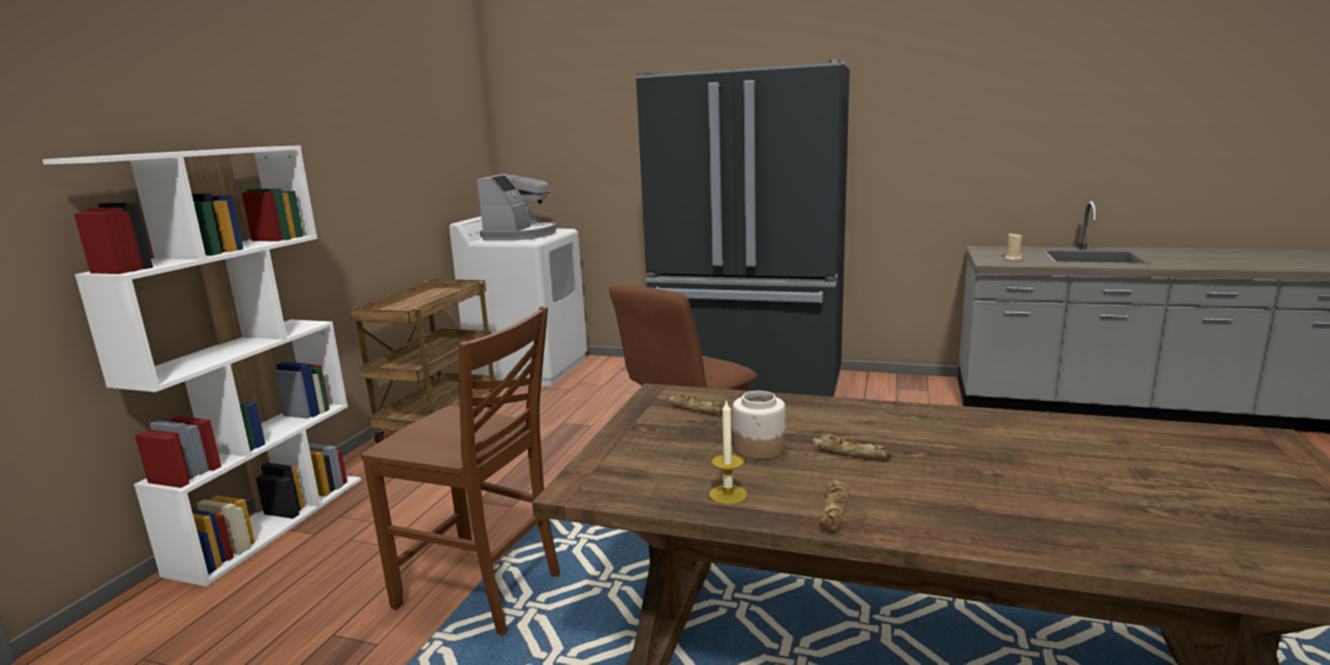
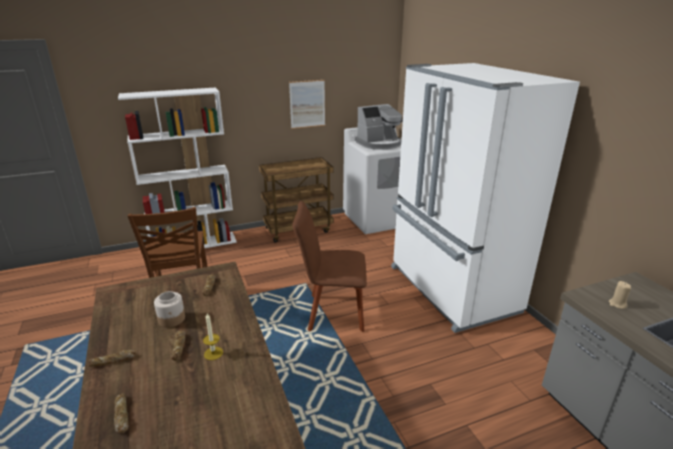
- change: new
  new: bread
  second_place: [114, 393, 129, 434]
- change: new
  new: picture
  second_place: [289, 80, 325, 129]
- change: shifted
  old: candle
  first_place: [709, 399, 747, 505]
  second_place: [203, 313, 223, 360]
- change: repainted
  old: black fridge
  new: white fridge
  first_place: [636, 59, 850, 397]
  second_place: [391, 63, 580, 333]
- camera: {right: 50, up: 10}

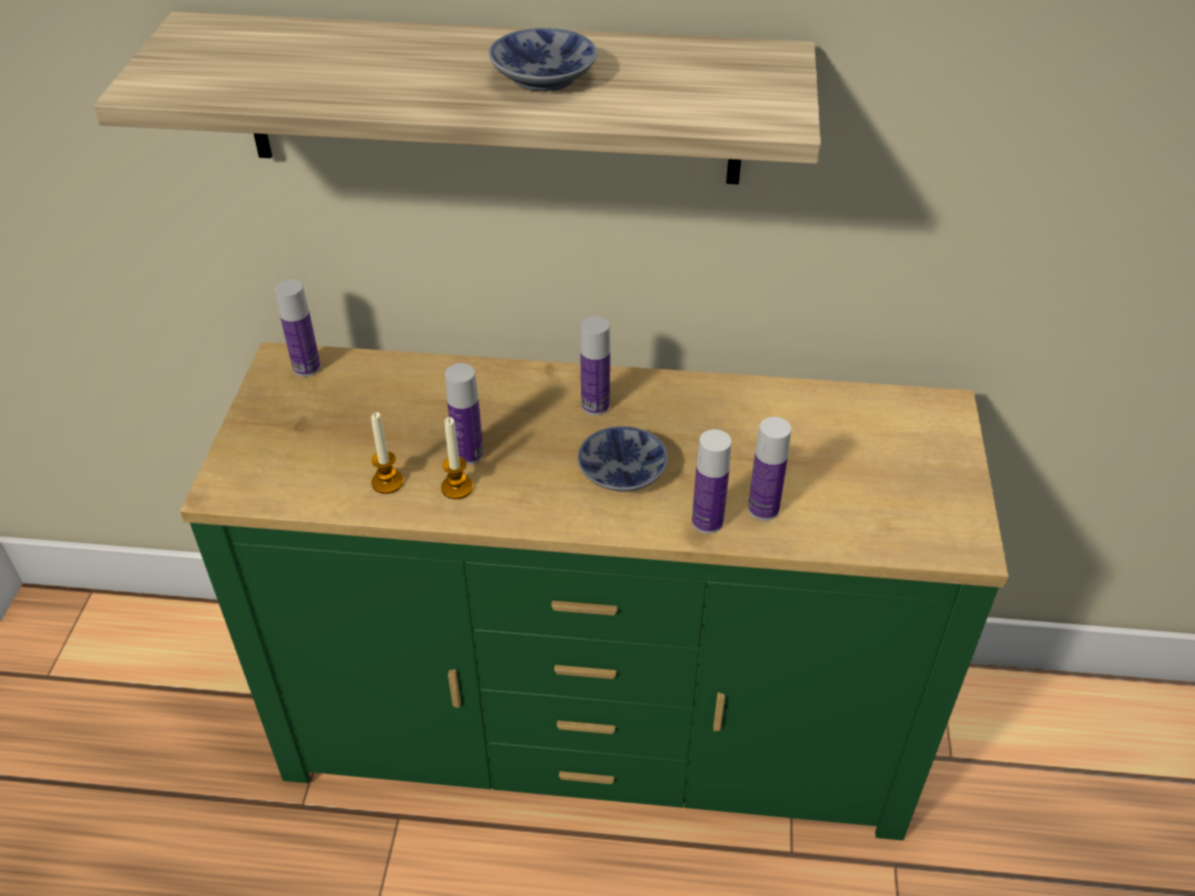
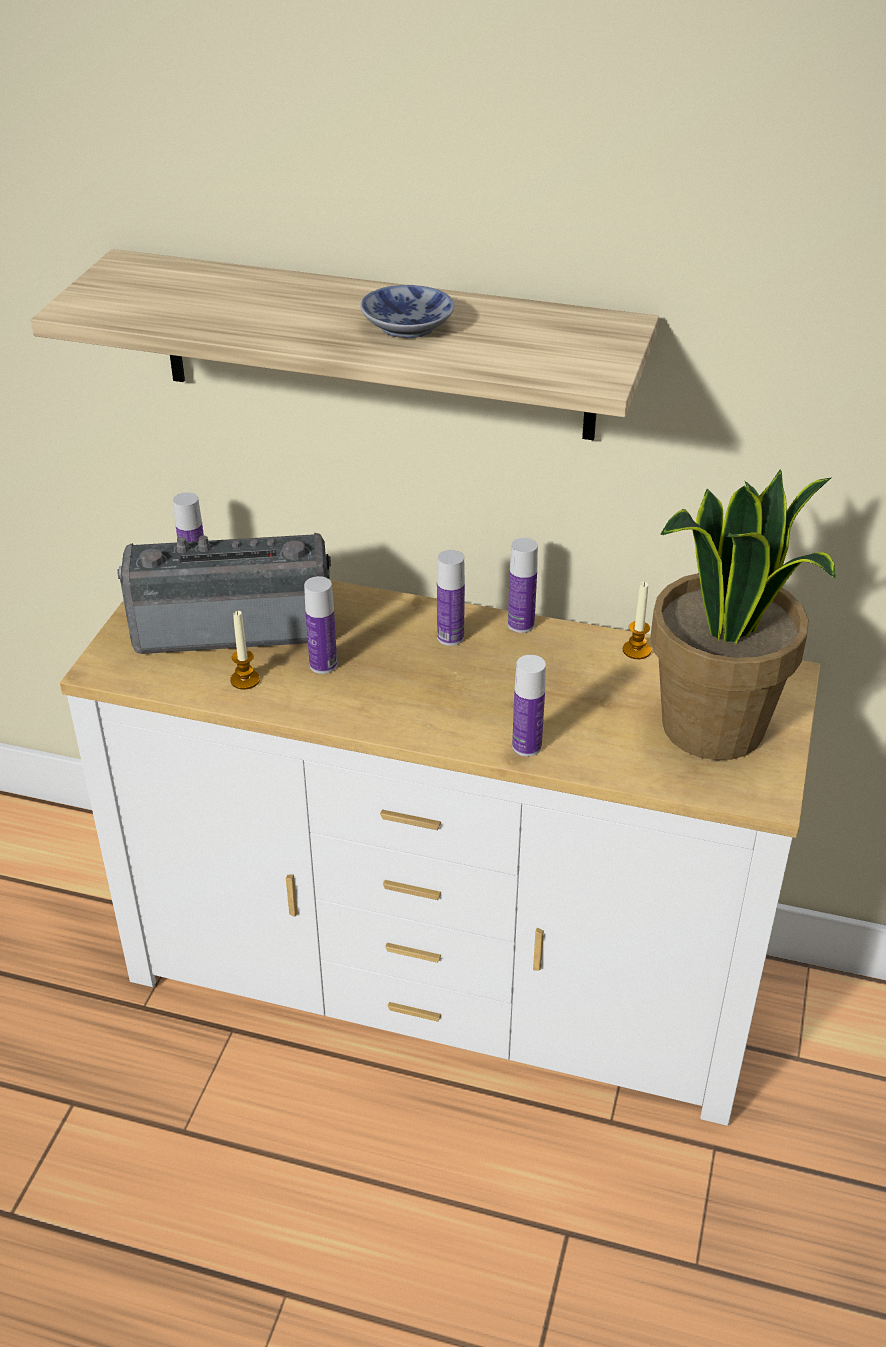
- change: gone
  old: bowl
  first_place: [578, 426, 668, 492]
- change: new
  new: radio
  second_place: [118, 533, 331, 654]
- change: new
  new: potted plant
  second_place: [650, 469, 836, 760]
- change: shifted
  old: candle
  first_place: [441, 417, 473, 499]
  second_place: [623, 581, 651, 659]
- change: shifted
  old: bottle
  first_place: [748, 417, 791, 521]
  second_place: [508, 538, 538, 633]
- change: repainted
  old: green dresser
  new: white dresser
  first_place: [180, 342, 1009, 840]
  second_place: [60, 580, 820, 1126]
- camera: {right: 10, up: -5}

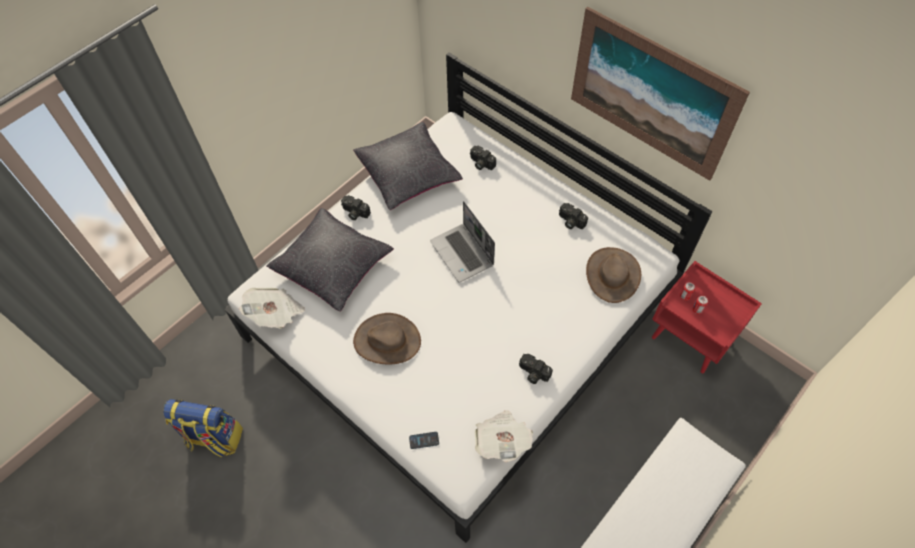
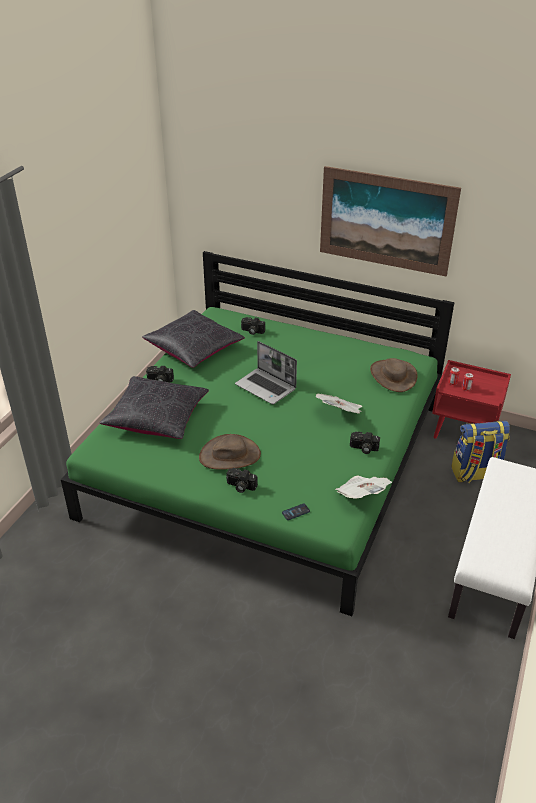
- change: shifted
  old: backpack
  first_place: [163, 399, 243, 457]
  second_place: [452, 421, 510, 483]
- change: shifted
  old: newspaper
  first_place: [239, 288, 305, 328]
  second_place: [316, 394, 362, 414]
- change: shifted
  old: photo camera
  first_place: [559, 203, 588, 229]
  second_place: [226, 468, 258, 493]
- change: repainted
  old: white bed
  new: green bed
  first_place: [225, 52, 713, 543]
  second_place: [61, 251, 455, 616]
- camera: {right: -20, up: -20}

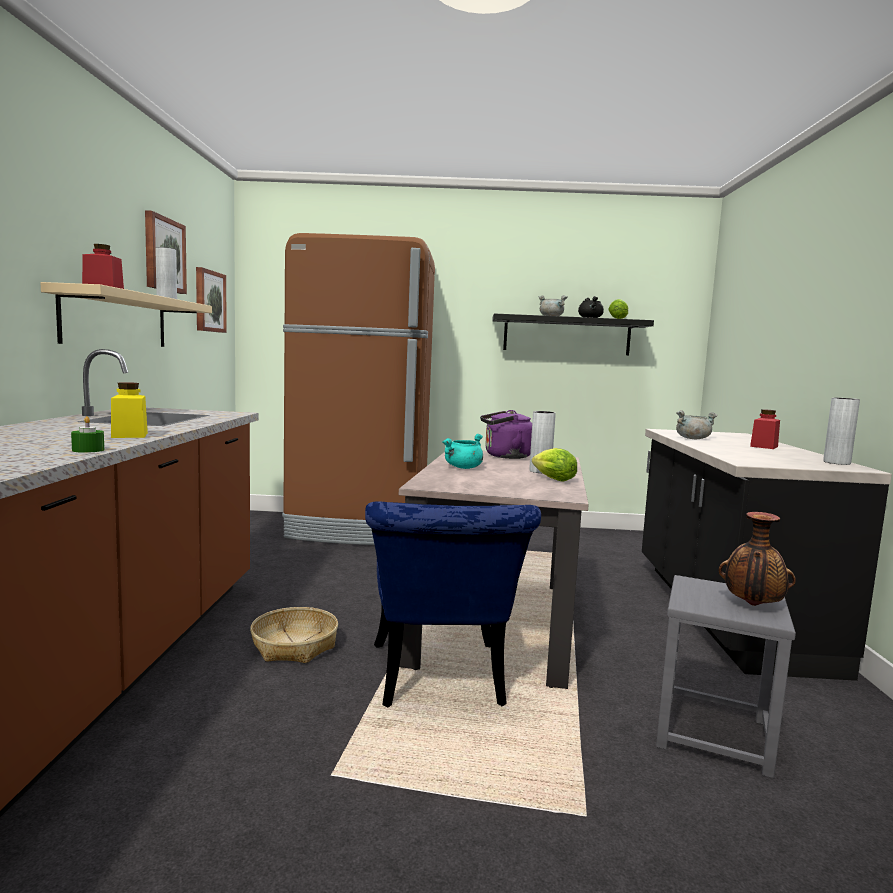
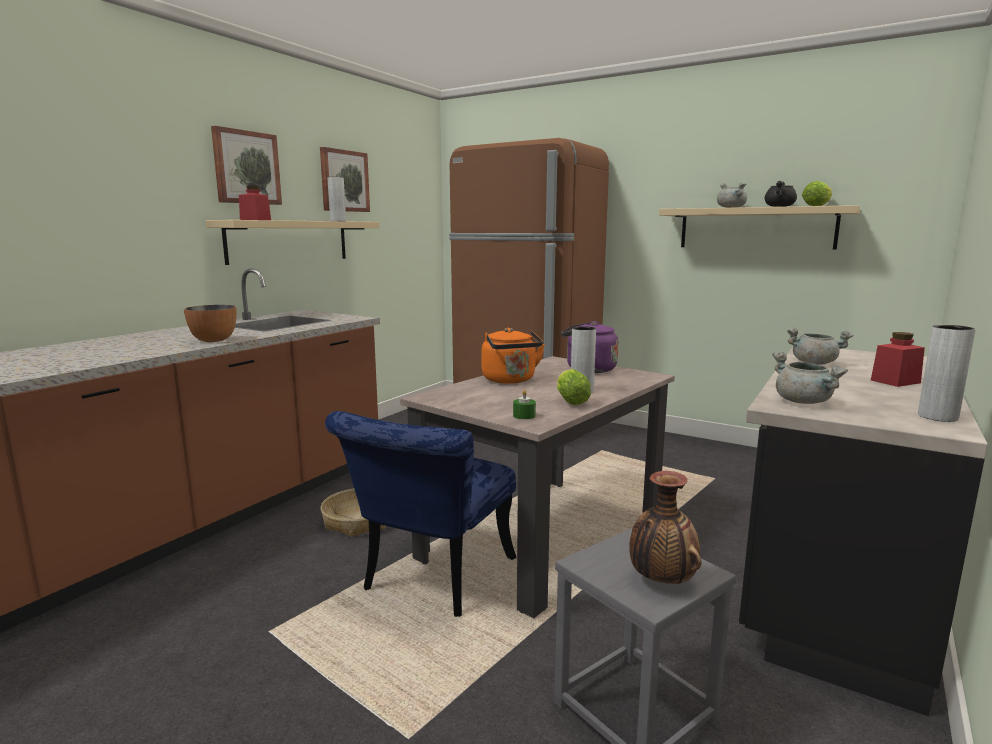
- change: new
  new: grey cooking pot
  second_place: [772, 352, 848, 404]
- change: shifted
  old: green candle
  first_place: [71, 416, 104, 453]
  second_place: [513, 390, 536, 419]
- change: shifted
  old: picture
  first_place: [196, 267, 227, 333]
  second_place: [211, 126, 282, 205]
- change: swapped
  old: yellow jar
  new: bowl
  first_place: [111, 382, 148, 438]
  second_place: [184, 305, 237, 342]
- change: swapped
  old: turquoise cooking pot
  new: orange kettle
  first_place: [442, 434, 483, 469]
  second_place: [482, 328, 545, 384]
- change: repainted
  old: black shelf
  new: beige shelf
  first_place: [492, 313, 654, 355]
  second_place: [659, 205, 860, 250]
- camera: {right: 30, up: 5}

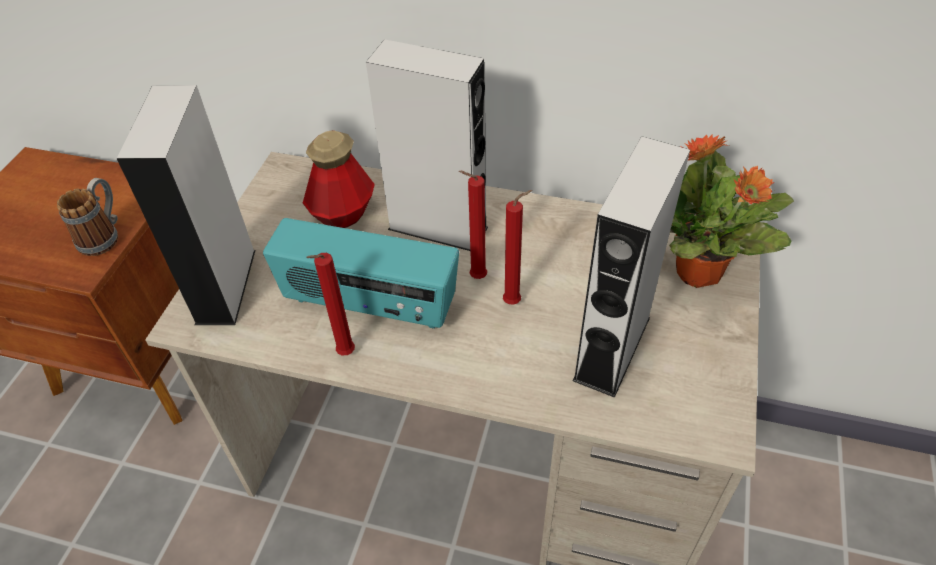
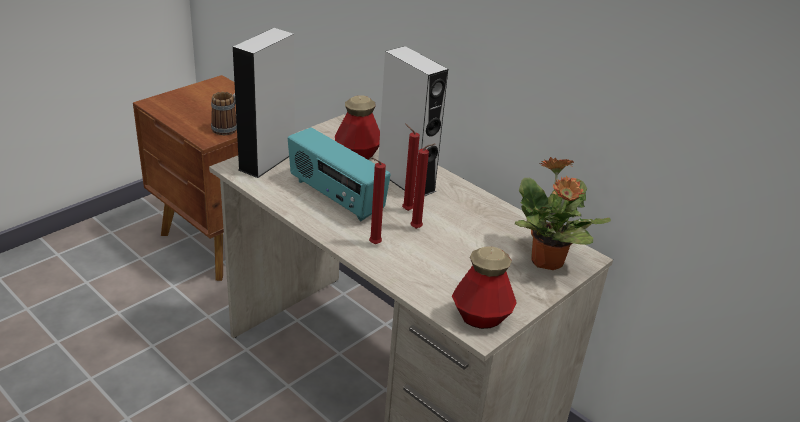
- change: gone
  old: grey speaker
  first_place: [573, 136, 690, 398]
- change: new
  new: bottle
  second_place: [452, 246, 517, 329]
- change: shifted
  old: red candle
  first_place: [306, 253, 355, 355]
  second_place: [369, 157, 386, 244]
- camera: {right: 25, up: -15}

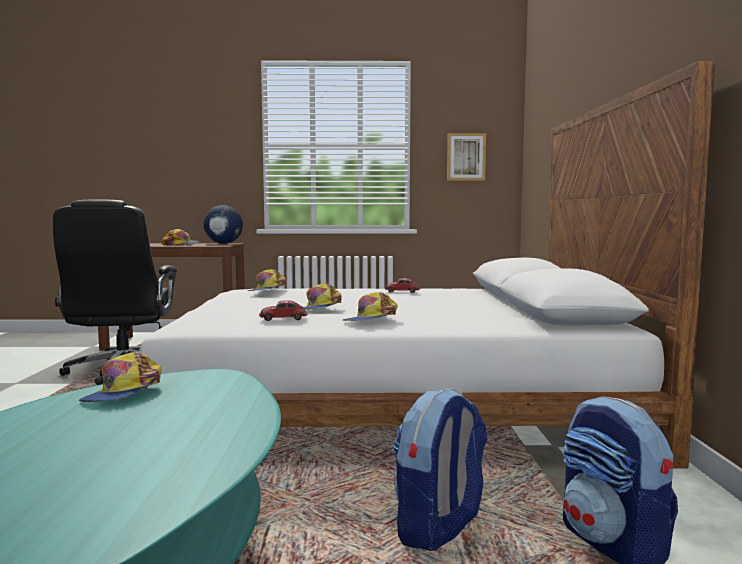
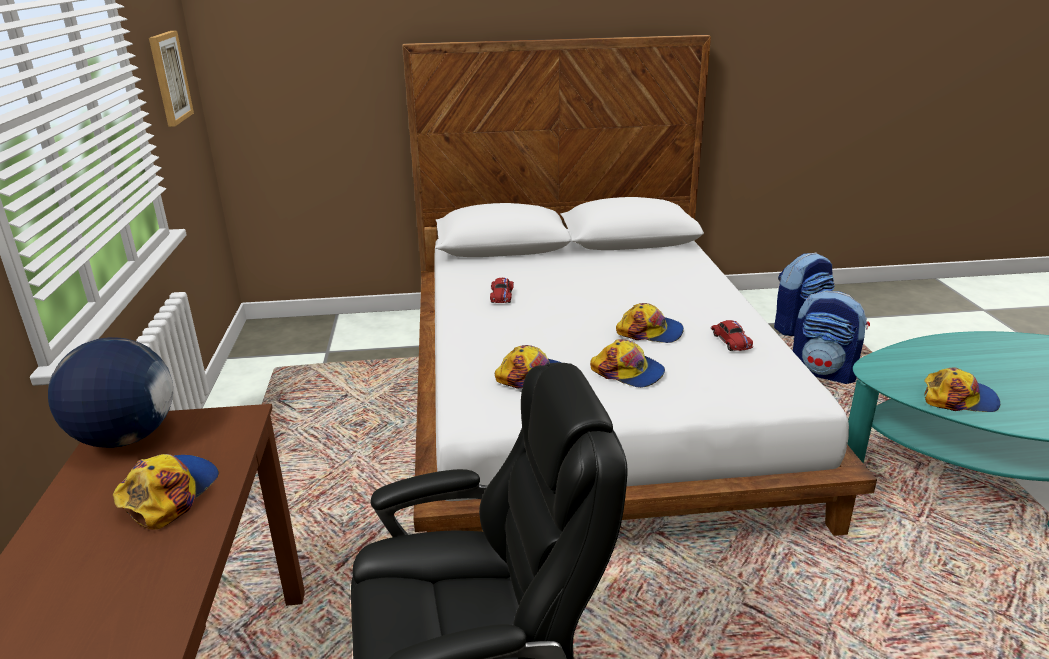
- change: shifted
  old: cap
  first_place: [343, 292, 398, 321]
  second_place: [590, 339, 665, 388]
- camera: {right: -95, up: 20}

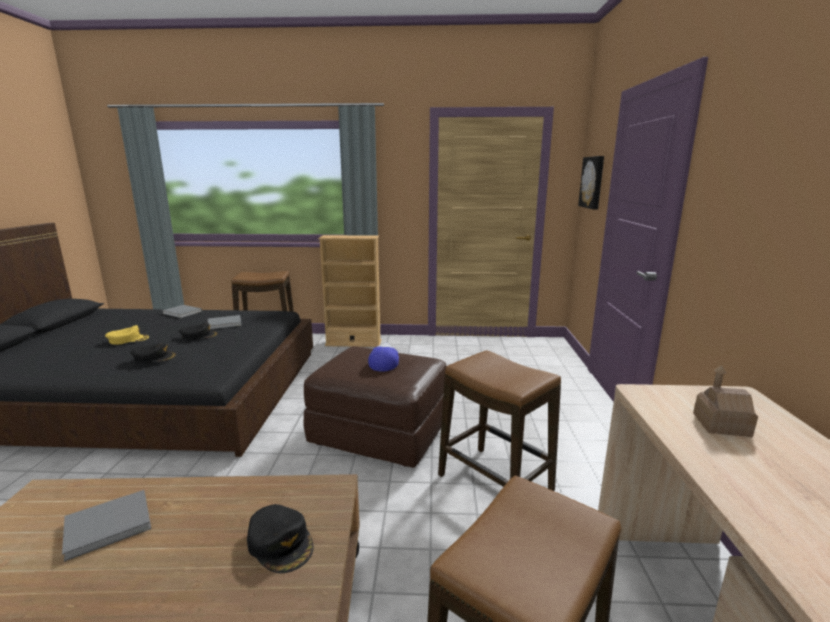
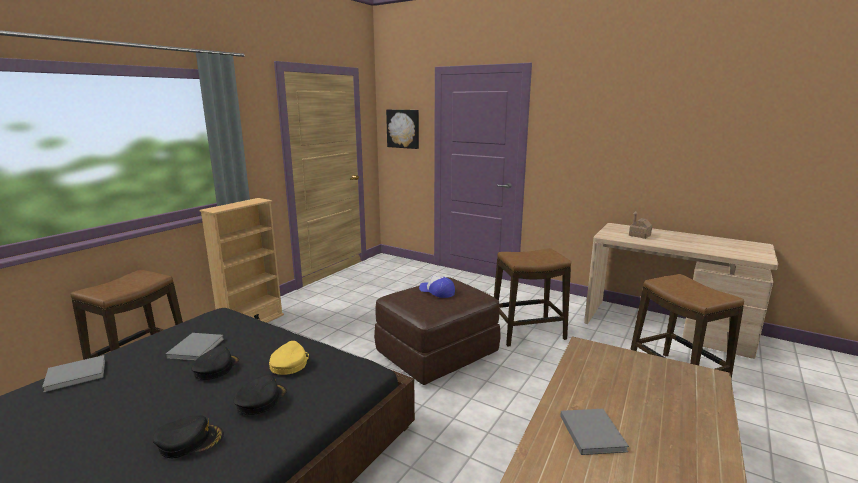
- change: shifted
  old: yellow cap
  first_place: [105, 325, 149, 345]
  second_place: [269, 341, 309, 375]
- change: shifted
  old: black cap
  first_place: [247, 504, 314, 573]
  second_place: [152, 415, 224, 458]
- camera: {right: -60, up: 0}

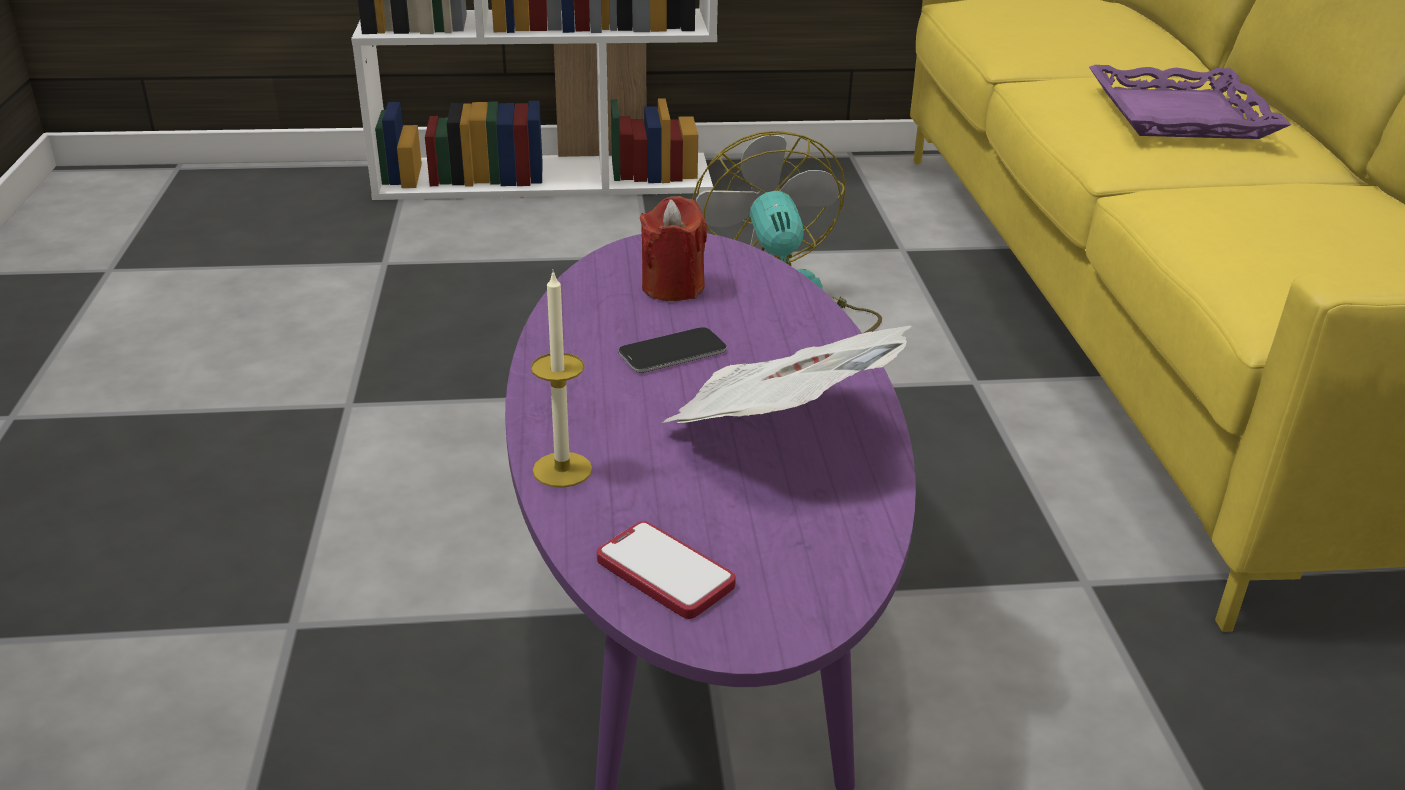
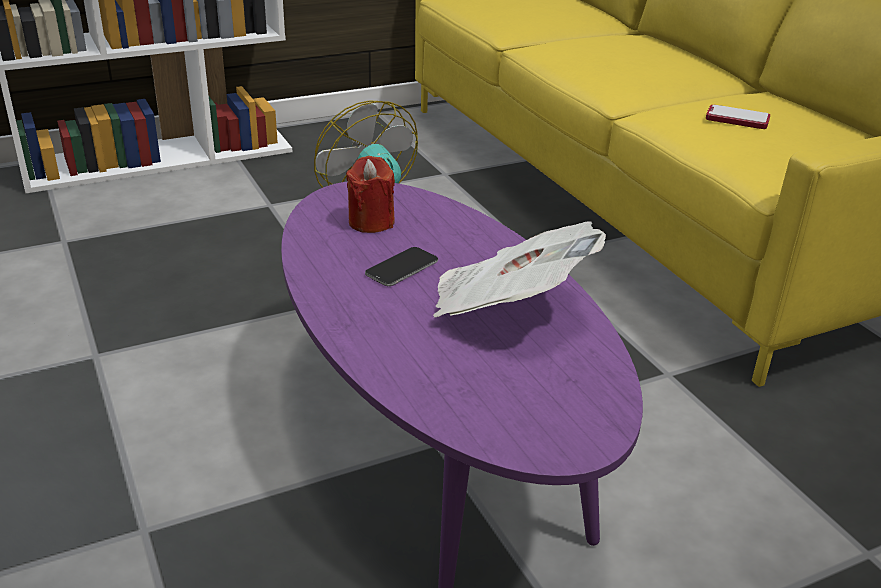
- change: gone
  old: candle
  first_place: [531, 271, 592, 488]
- change: gone
  old: purple tray
  first_place: [1089, 65, 1292, 139]
- change: shifted
  old: phone
  first_place: [597, 521, 736, 619]
  second_place: [706, 105, 770, 129]
- camera: {right: -20, up: 0}

